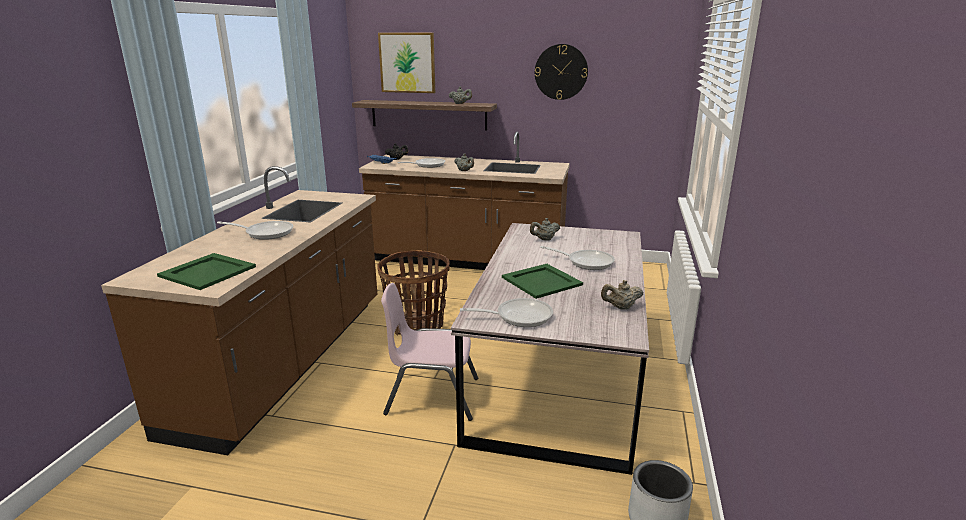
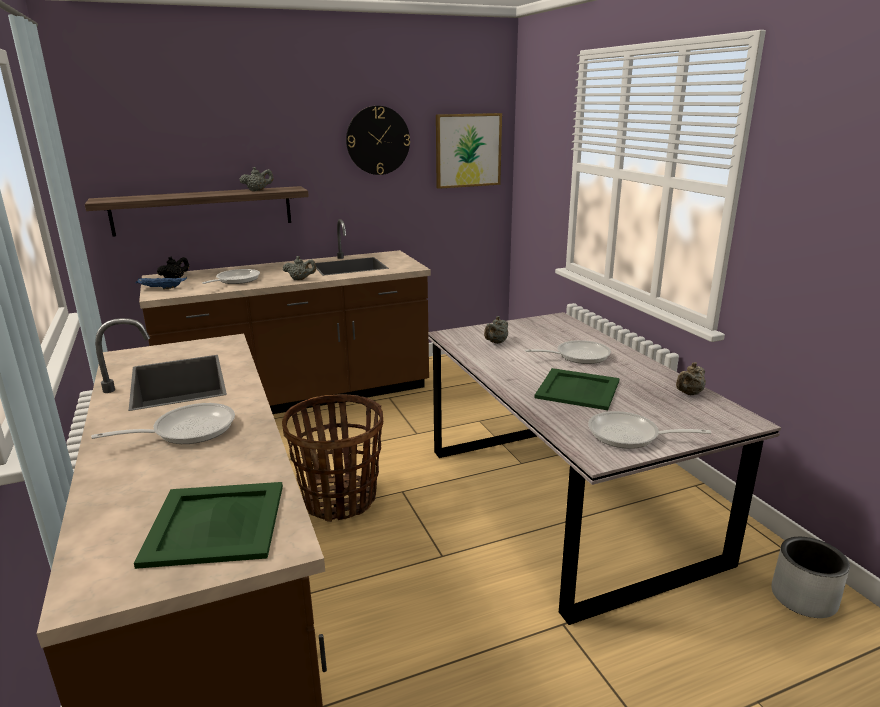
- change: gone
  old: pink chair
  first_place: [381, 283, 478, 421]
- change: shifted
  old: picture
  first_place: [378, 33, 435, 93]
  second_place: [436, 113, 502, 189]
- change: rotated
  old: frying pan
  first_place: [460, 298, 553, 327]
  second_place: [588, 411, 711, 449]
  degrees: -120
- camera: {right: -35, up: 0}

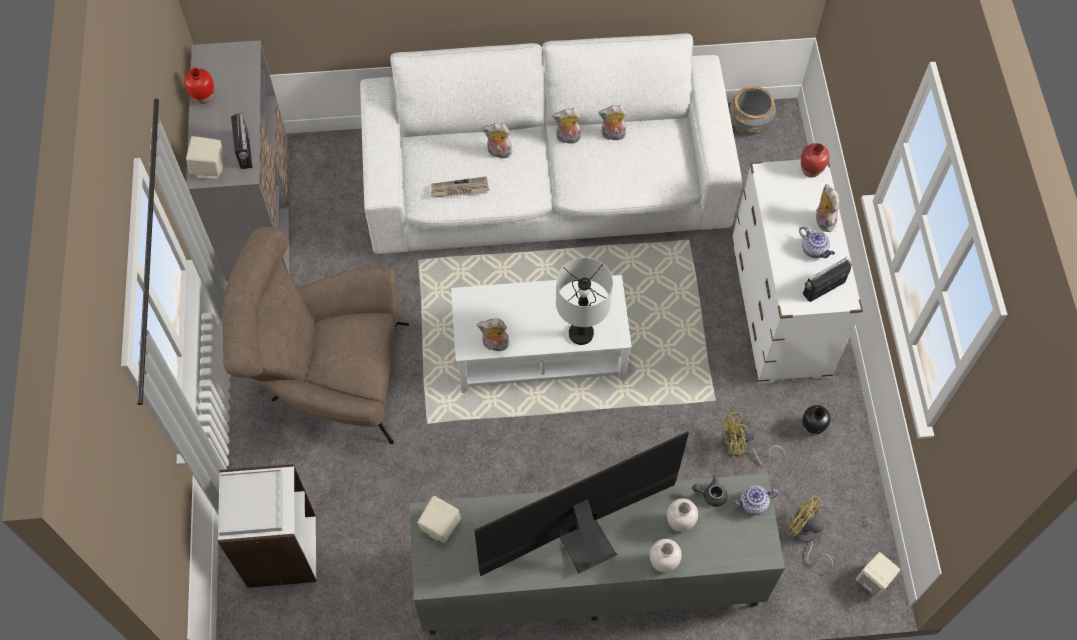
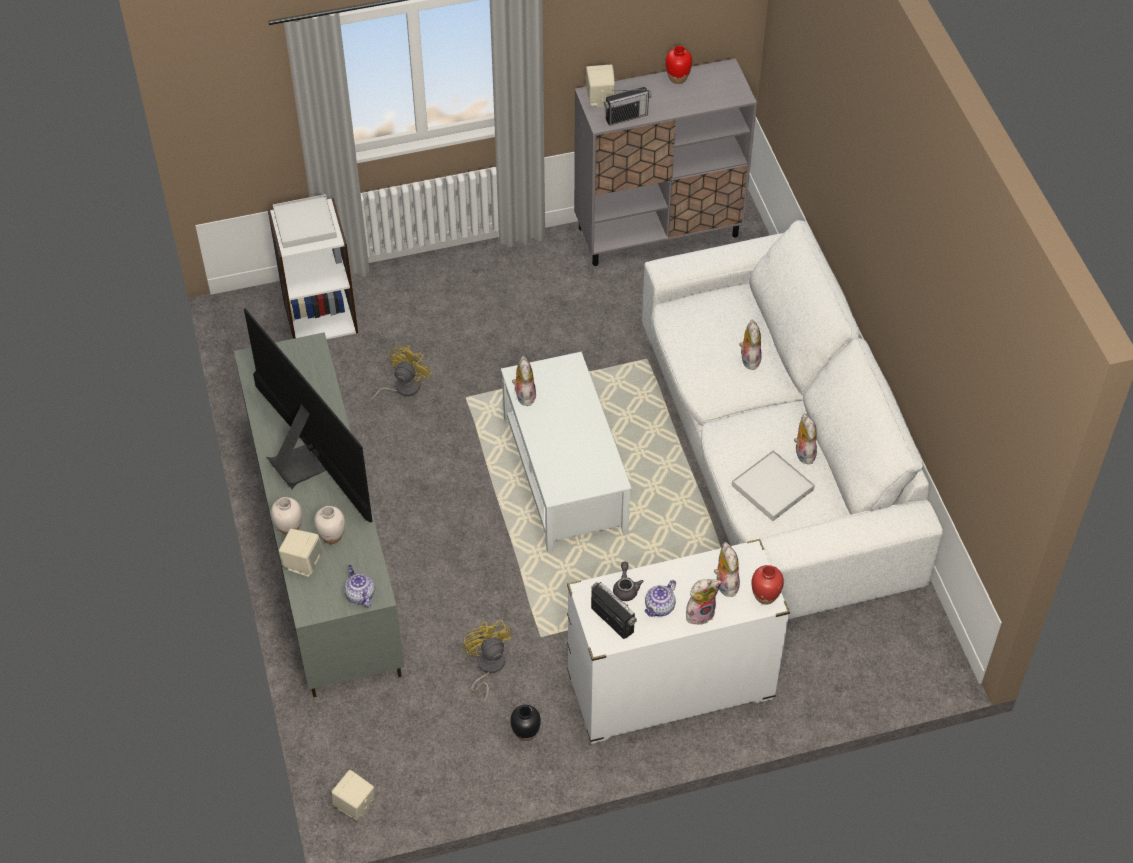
- change: gone
  old: brown armchair
  first_place: [222, 227, 409, 444]
- change: gone
  old: newspaper
  first_place: [431, 176, 489, 198]
- change: gone
  old: grey table lamp
  first_place: [556, 258, 613, 345]
- change: gone
  old: grey planter
  first_place: [729, 86, 776, 136]
- change: new
  new: white tray
  second_place: [732, 450, 815, 521]
- change: shifted
  old: beige speaker
  first_place: [418, 496, 461, 543]
  second_place: [279, 529, 323, 577]
- change: shifted
  old: plush toy
  first_place: [552, 108, 581, 144]
  second_place: [714, 542, 740, 597]
- change: shifted
  old: grey teapot
  first_place: [692, 475, 727, 507]
  second_place: [613, 562, 644, 601]
- change: shifted
  old: yellow fan
  first_place: [787, 495, 833, 574]
  second_place: [366, 345, 432, 405]
- camera: {right: 80, up: -10}

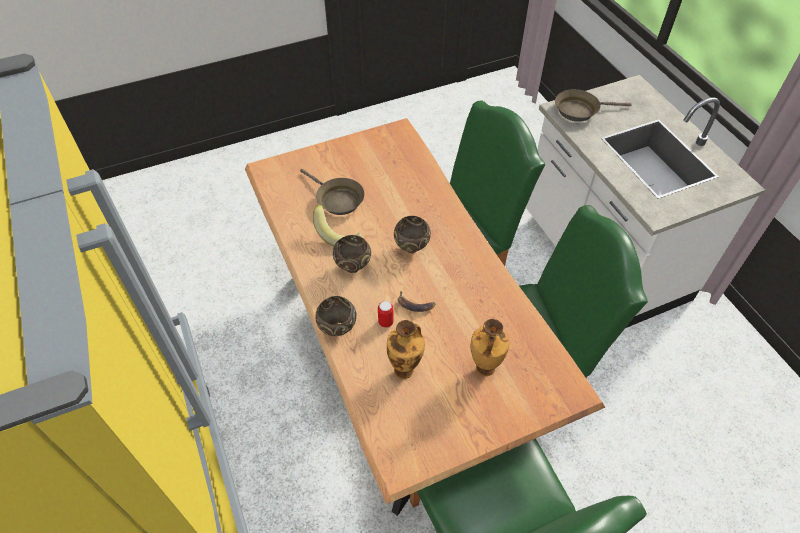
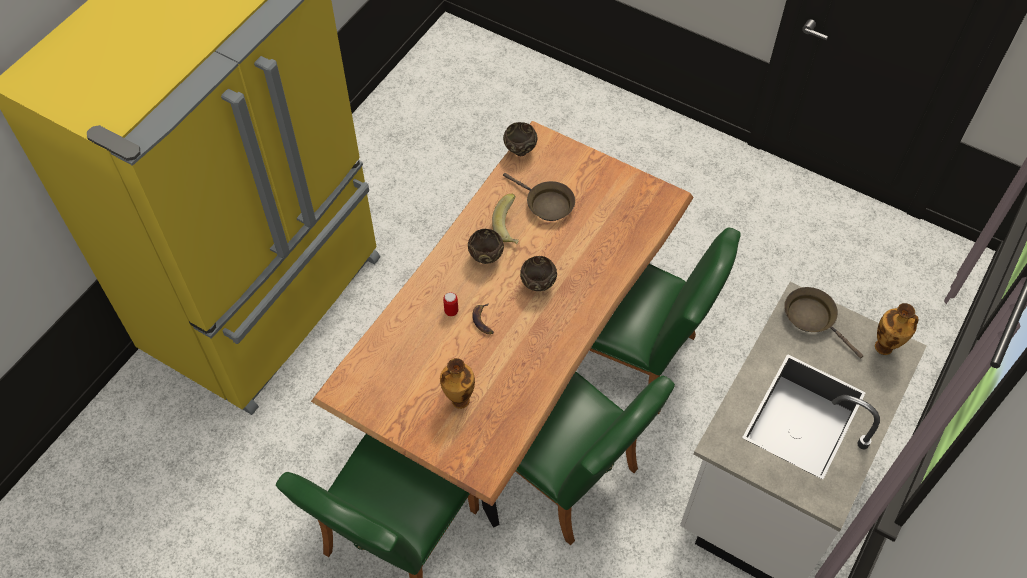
- change: shifted
  old: brown bowl
  first_place: [315, 296, 357, 336]
  second_place: [503, 122, 537, 156]
- change: shifted
  old: vase
  first_place: [387, 320, 425, 379]
  second_place: [875, 303, 918, 355]
- change: rotated
  old: brown frying pan
  first_place: [300, 169, 365, 215]
  second_place: [503, 173, 575, 221]
  degrees: -60
- camera: {right: 55, up: 5}

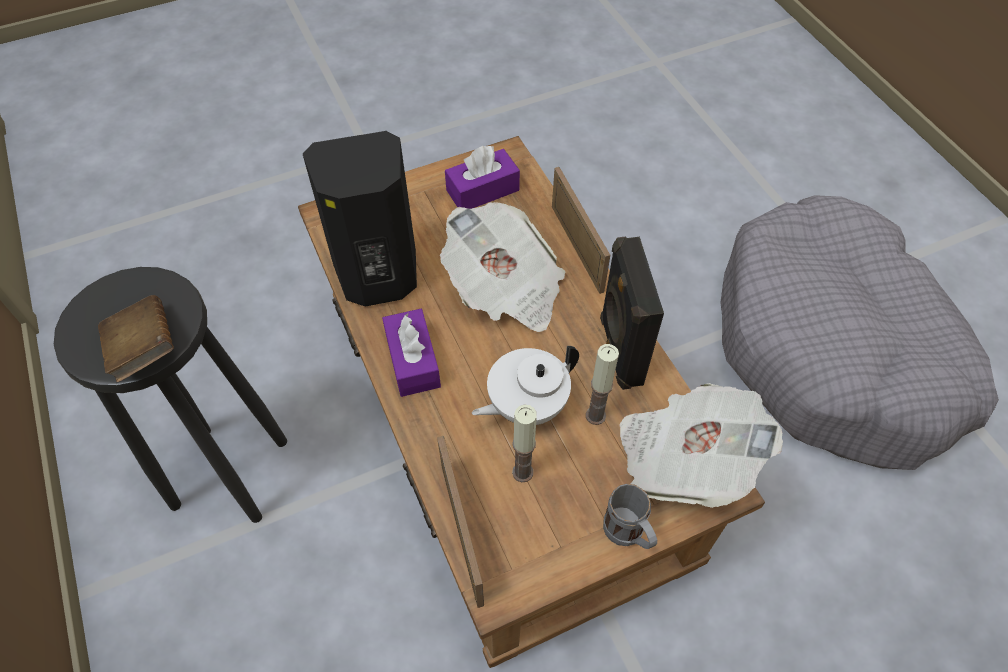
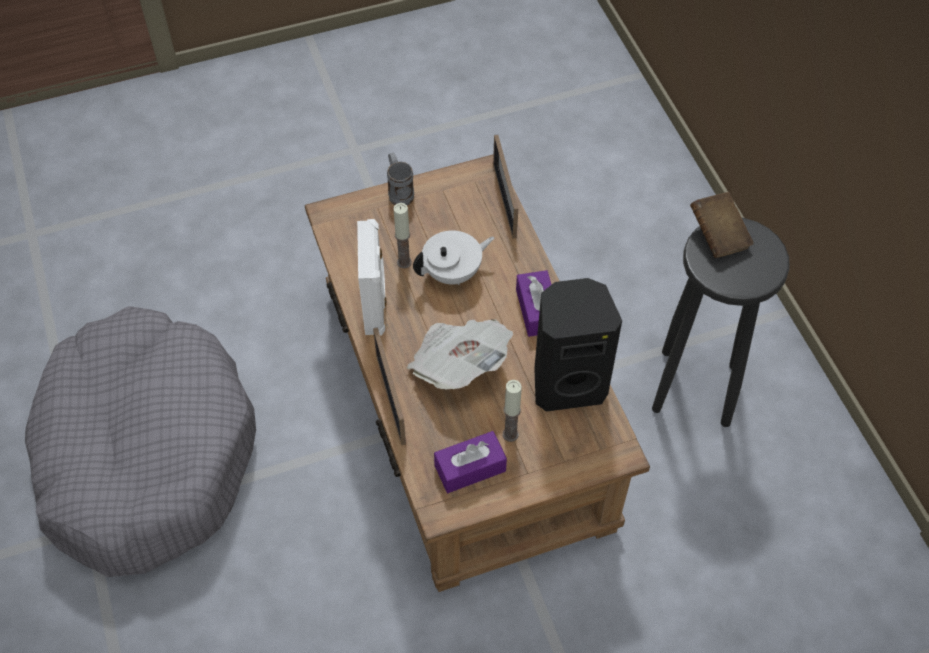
- change: gone
  old: newspaper
  first_place: [619, 383, 783, 508]
- change: shifted
  old: candle
  first_place: [512, 405, 537, 482]
  second_place: [503, 380, 522, 442]
- change: repainted
  old: black speaker
  new: white speaker
  first_place: [600, 236, 664, 390]
  second_place: [357, 219, 387, 336]
- camera: {right: -175, up: 0}

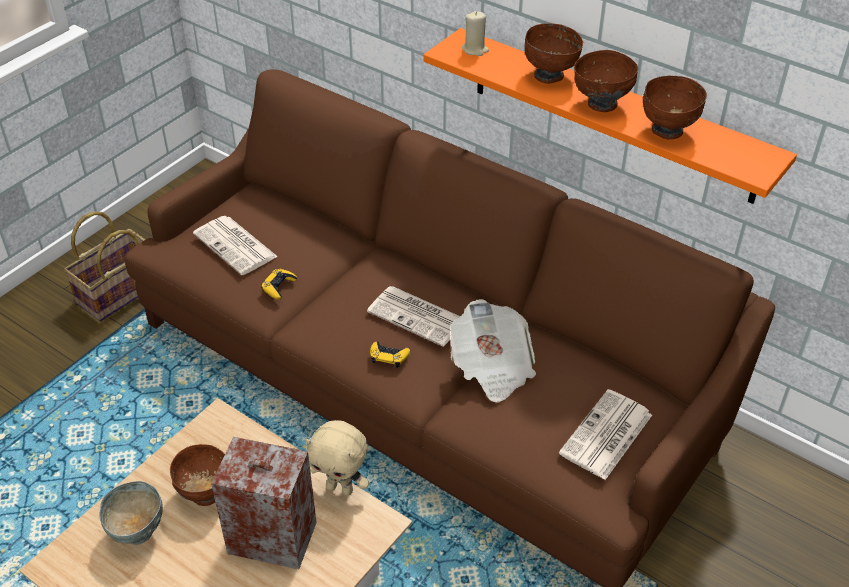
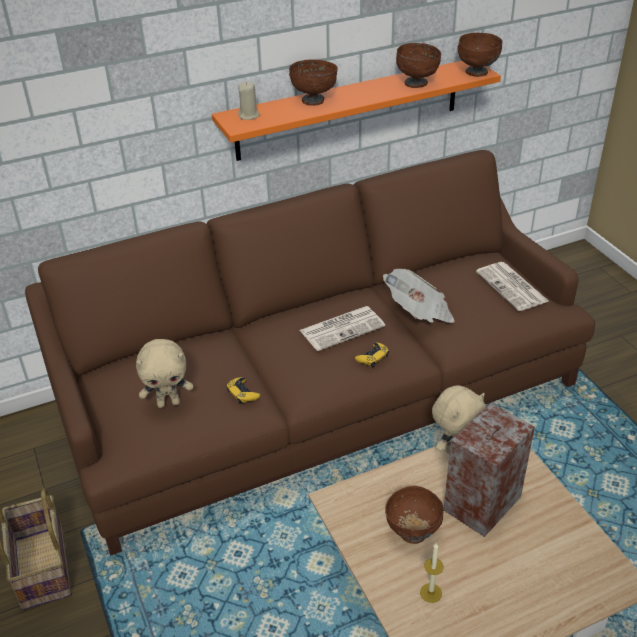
- change: shifted
  old: brown bowl
  first_place: [574, 50, 638, 112]
  second_place: [458, 33, 503, 77]
- change: swapped
  old: grey bowl
  new: candle
  first_place: [99, 481, 163, 545]
  second_place: [420, 543, 444, 603]
- change: swapped
  old: newspaper
  new: beige plush toy
  first_place: [193, 216, 278, 275]
  second_place: [136, 339, 193, 408]
- camera: {right: -60, up: -5}

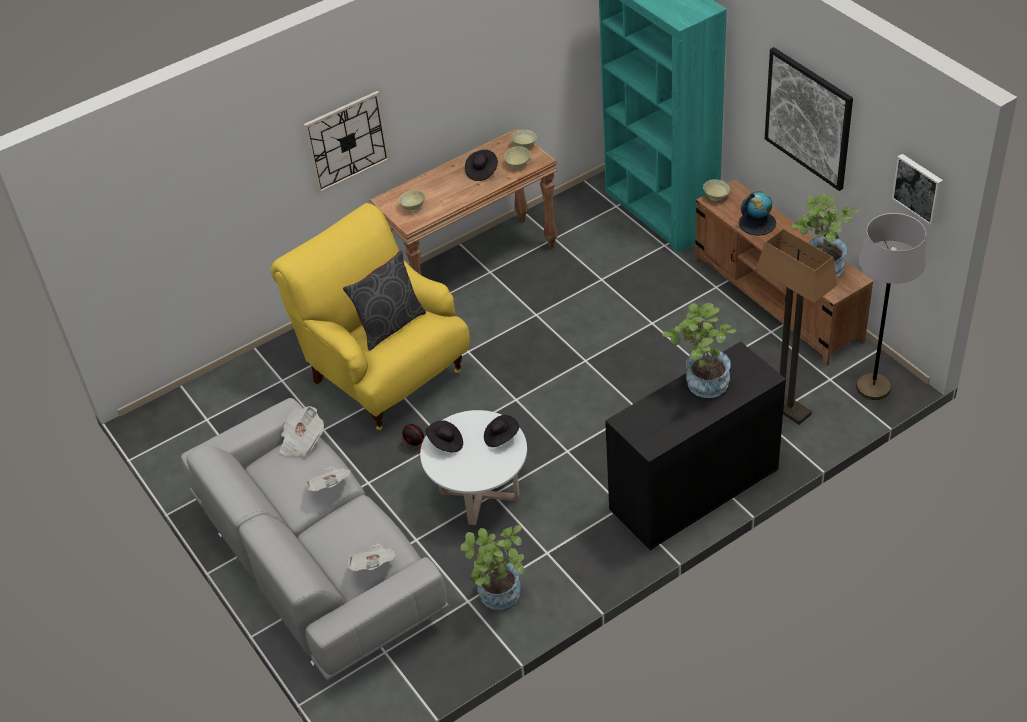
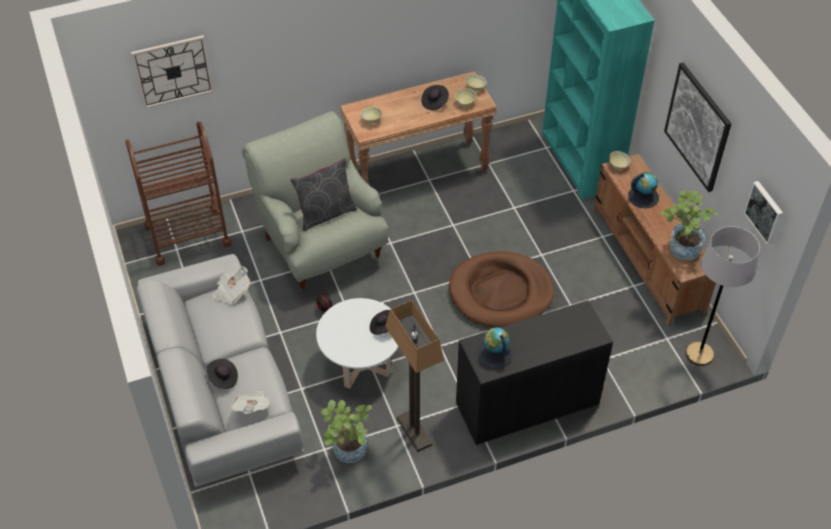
- change: gone
  old: newspaper
  first_place: [306, 466, 351, 491]
- change: gone
  old: potted plant
  first_place: [663, 303, 736, 398]
- change: new
  new: brown cart
  second_place: [125, 121, 232, 266]
- change: new
  new: brown dog bed
  second_place: [449, 251, 554, 328]
- change: new
  new: globe
  second_place: [477, 327, 513, 369]
- change: shifted
  old: wall clock
  first_place: [303, 91, 390, 194]
  second_place: [131, 35, 214, 109]
- change: shifted
  old: black hat
  first_place: [425, 420, 463, 452]
  second_place: [207, 359, 238, 389]
- change: shifted
  old: floor lamp
  first_place: [756, 229, 838, 425]
  second_place: [385, 300, 444, 452]
- change: repainted
  old: yellow armchair
  new: grey armchair
  first_place: [271, 203, 470, 430]
  second_place: [242, 111, 389, 292]
- camera: {right: 10, up: 5}

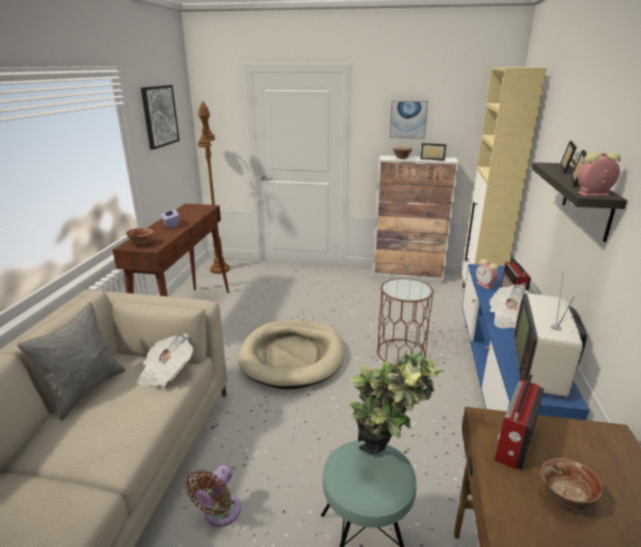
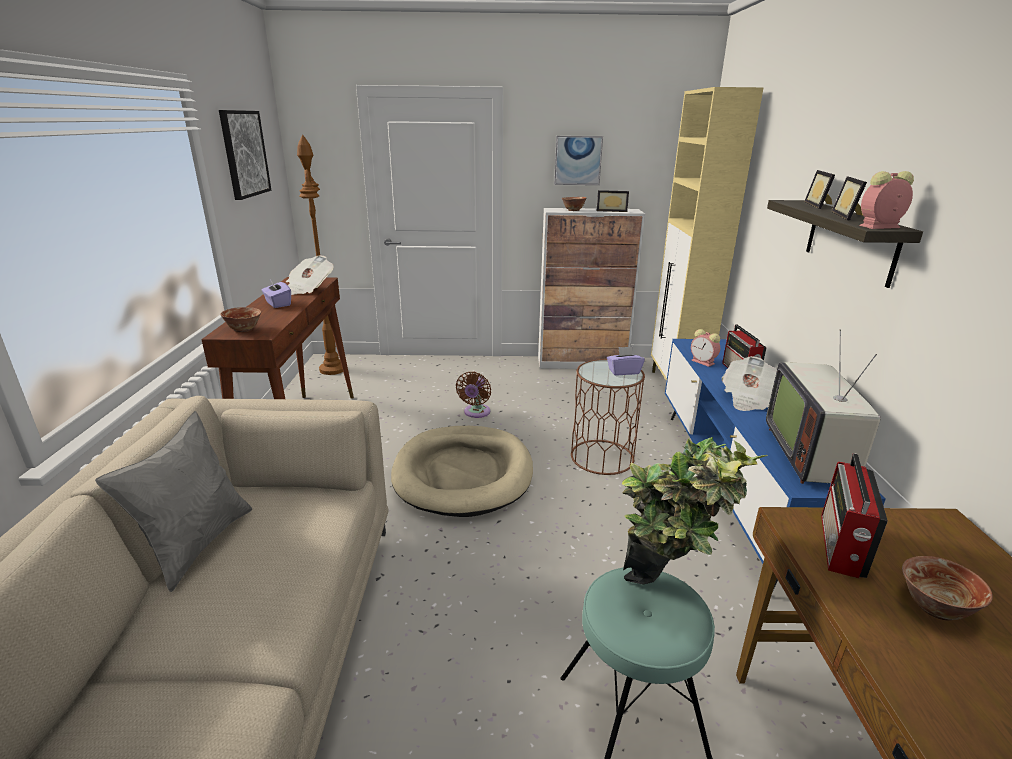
- change: new
  new: purple tissue box
  second_place: [607, 347, 645, 375]
- change: shifted
  old: newspaper
  first_place: [137, 334, 193, 387]
  second_place: [286, 255, 333, 295]
- change: shifted
  old: brown fan
  first_place: [186, 465, 241, 527]
  second_place: [456, 372, 491, 418]
- camera: {right: -10, up: 0}

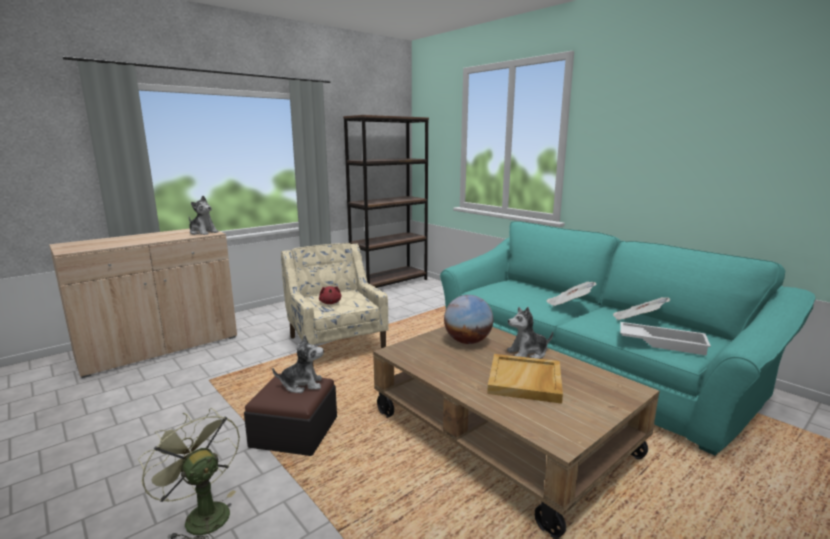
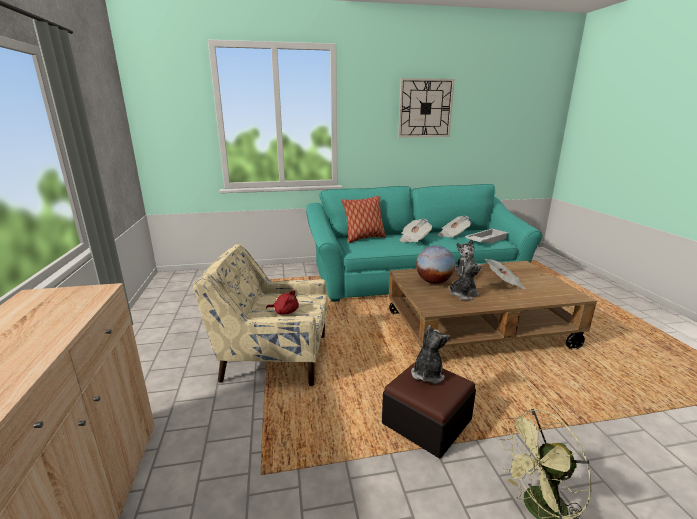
- change: gone
  old: brown bookcase
  first_place: [343, 115, 429, 288]
- change: new
  new: pillow
  second_place: [341, 195, 386, 243]
- change: new
  new: wall clock
  second_place: [398, 78, 455, 138]
- change: shifted
  old: plush toy
  first_place: [189, 196, 219, 235]
  second_place: [449, 256, 482, 300]
- change: swapped
  old: beige tray
  new: newspaper
  first_place: [487, 354, 563, 404]
  second_place: [485, 259, 525, 289]
- camera: {right: -60, up: 5}

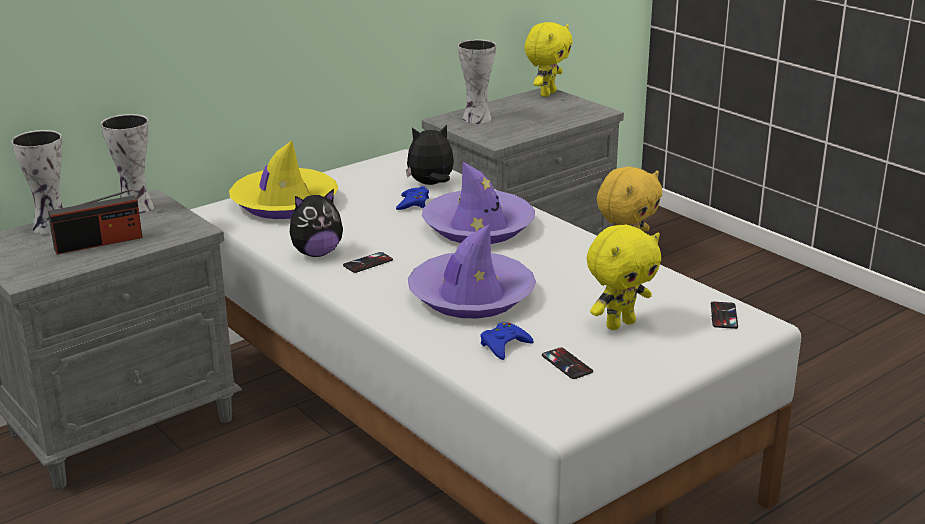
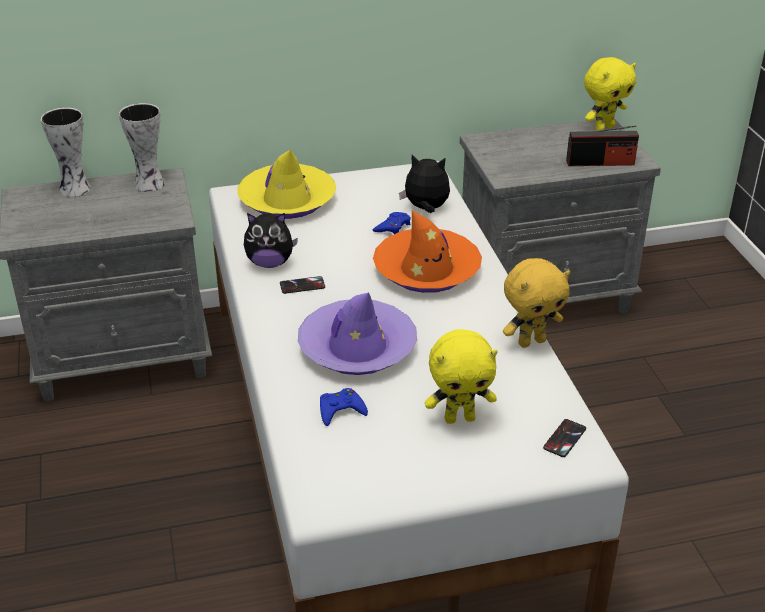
- change: gone
  old: vase
  first_place: [458, 39, 496, 124]
- change: gone
  old: phone
  first_place: [542, 347, 593, 379]
- change: shifted
  old: radio
  first_place: [48, 189, 142, 254]
  second_place: [566, 125, 639, 166]
- change: repainted
  old: purple hat
  new: orange hat
  first_place: [422, 162, 535, 244]
  second_place: [373, 210, 482, 293]
- camera: {right: 25, up: 10}

